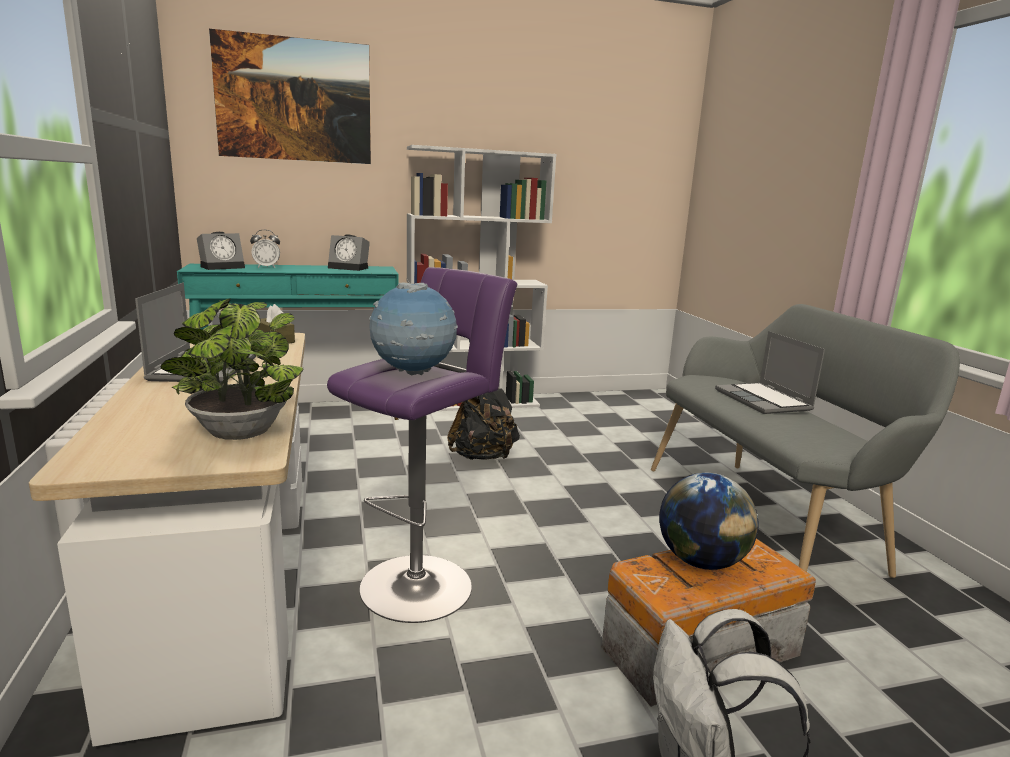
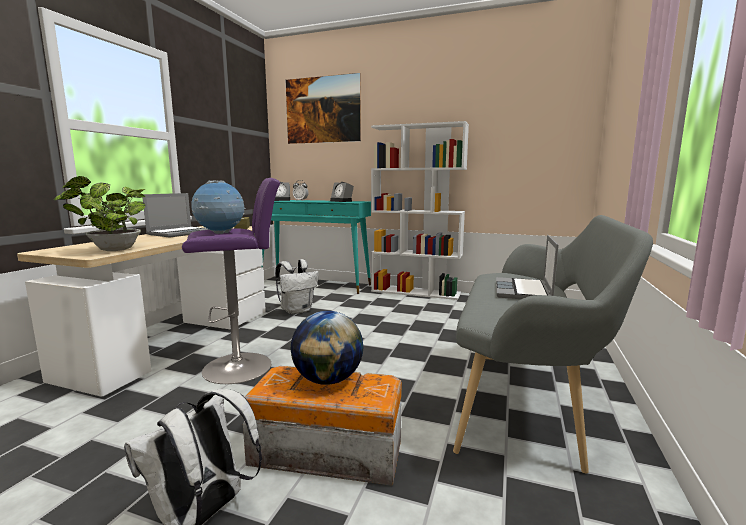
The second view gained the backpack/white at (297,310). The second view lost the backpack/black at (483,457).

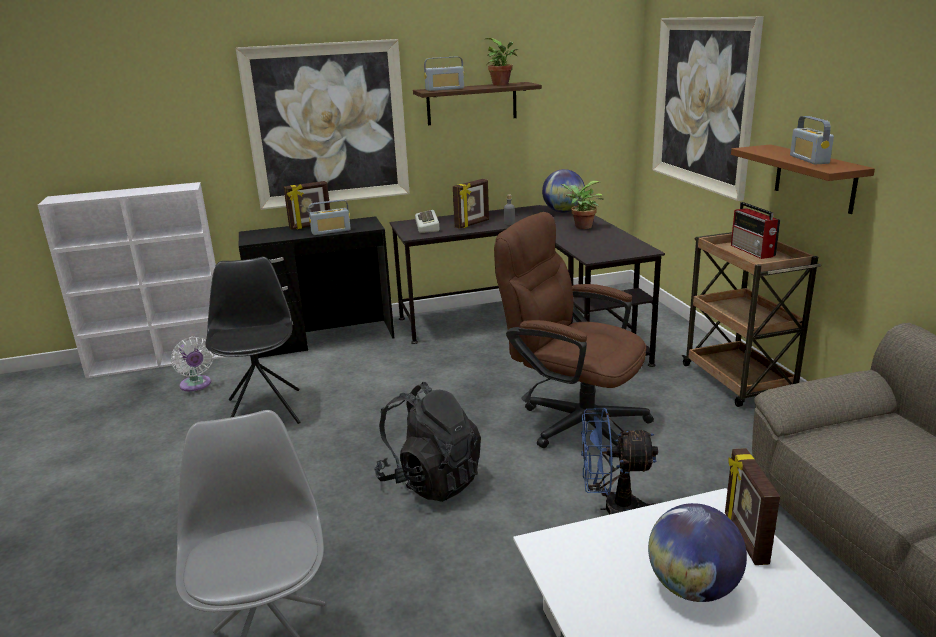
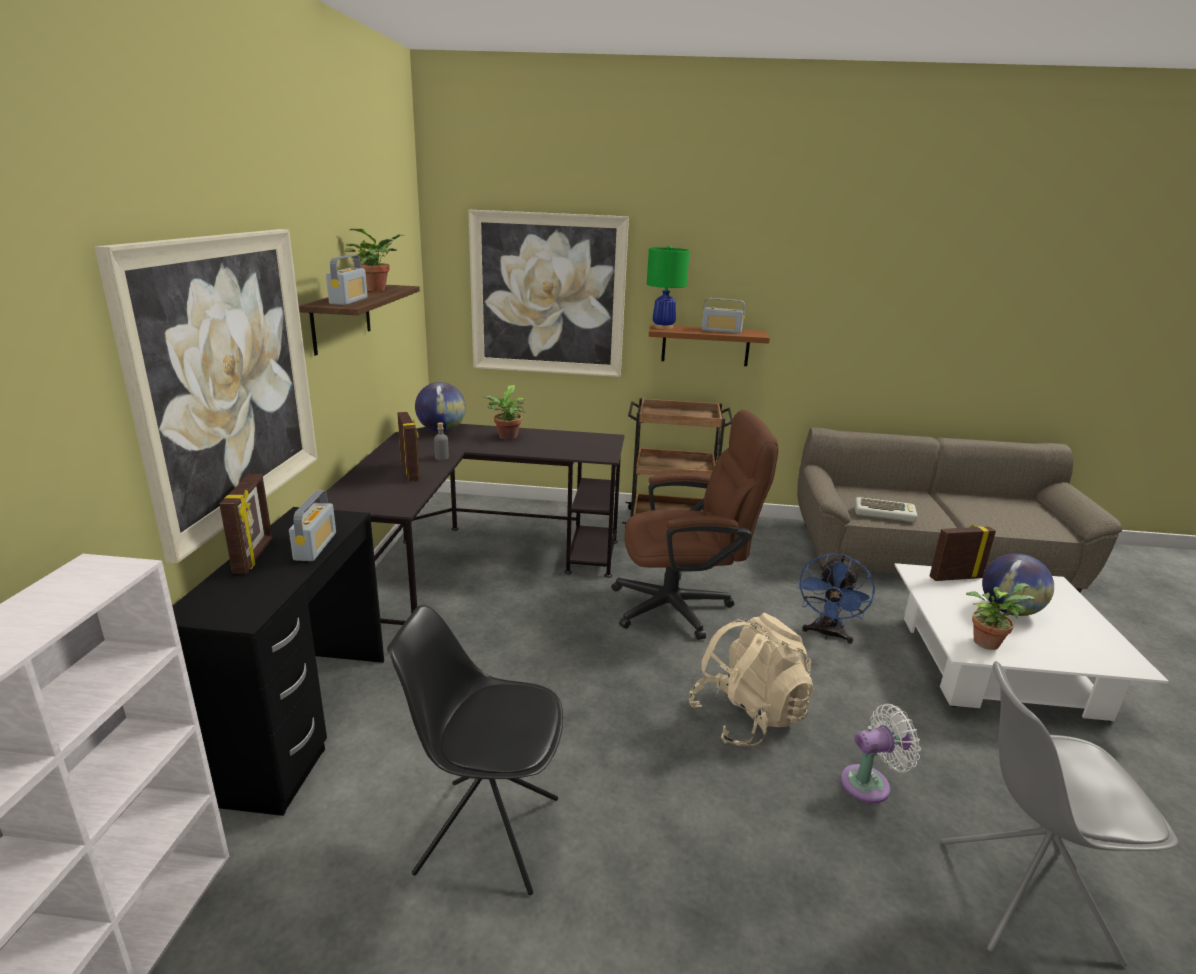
The office chair/brown at (573,420) ended up facing another way, 150 degrees counterclockwise from before. The second view gained the table lamp/green at (663,327). What was the backpack/black at (430,481) turned into the backpack/beige at (748,717). The fan/white ended up elsewhere, having gone from (196,385) to (870,783). The keyboard ended up elsewhere, having gone from (428,226) to (884,514). The picture frame at (744,538) ended up facing another way, 150 degrees clockwise from before. The second view gained the potted plant at (987,641). The second view lost the radio at (753,251).

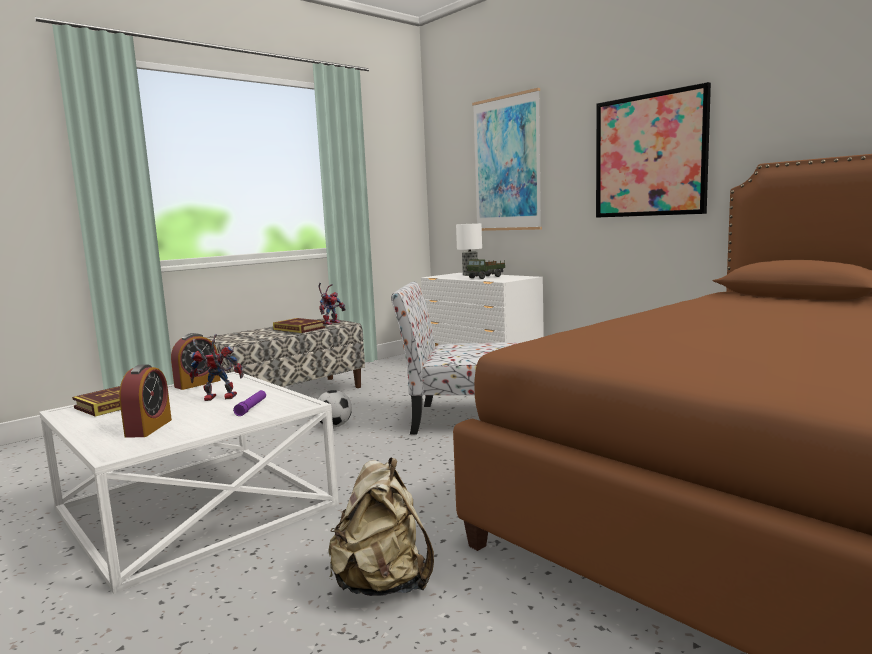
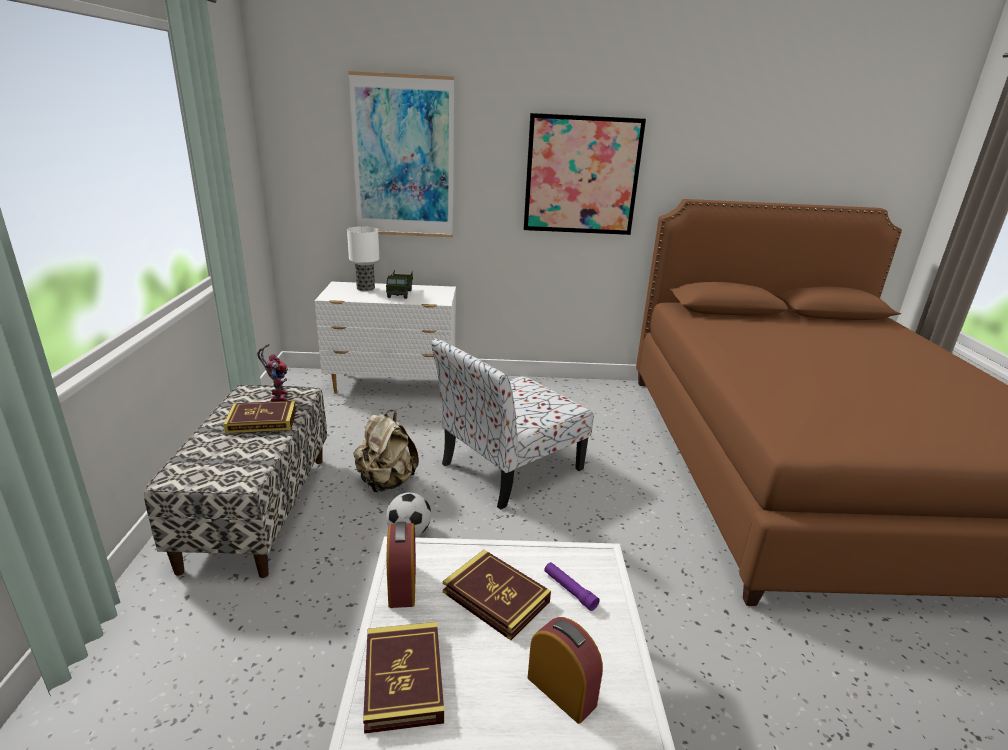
The backpack/beige ended up elsewhere, having gone from (383,584) to (386,482). Where the toy robot stood at (216,398), the book came to stand at (496,597).

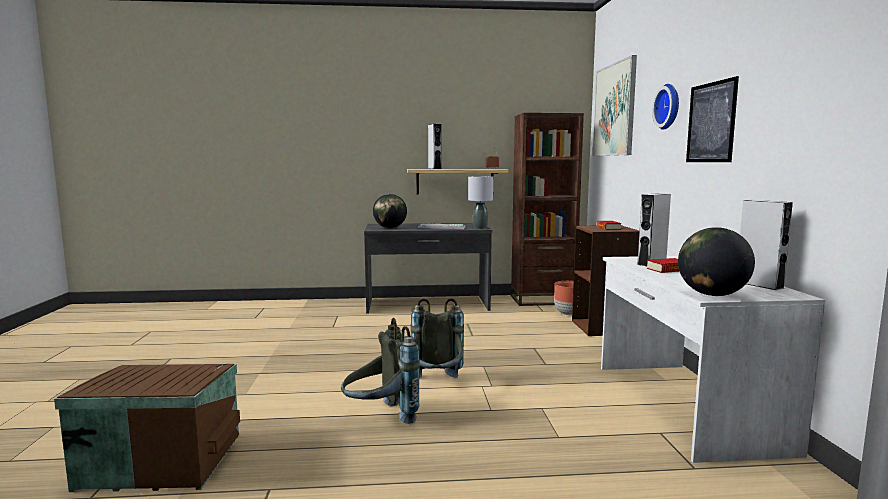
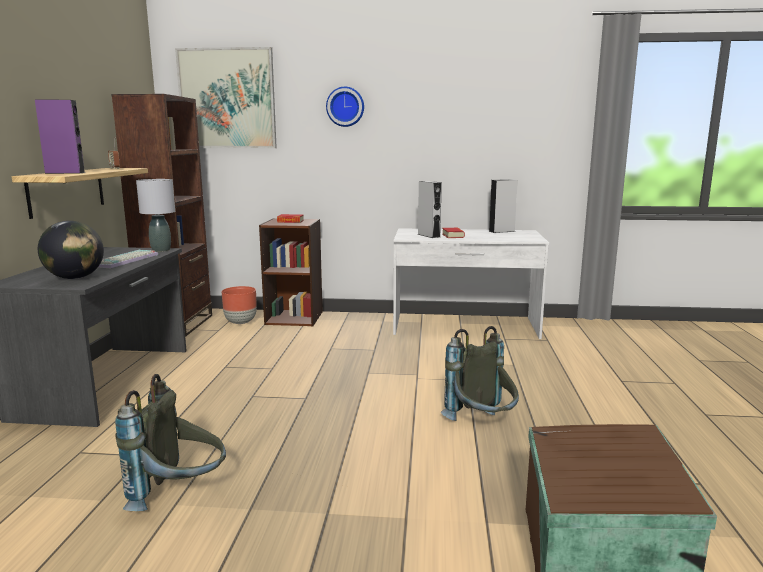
What was the speaker/grey at (434,168) turned into the speaker/purple at (65,173). The backpack/grey ended up elsewhere, having gone from (437,384) to (180,496). The second view lost the globe at (712,295). The second view lost the picture at (711,122).

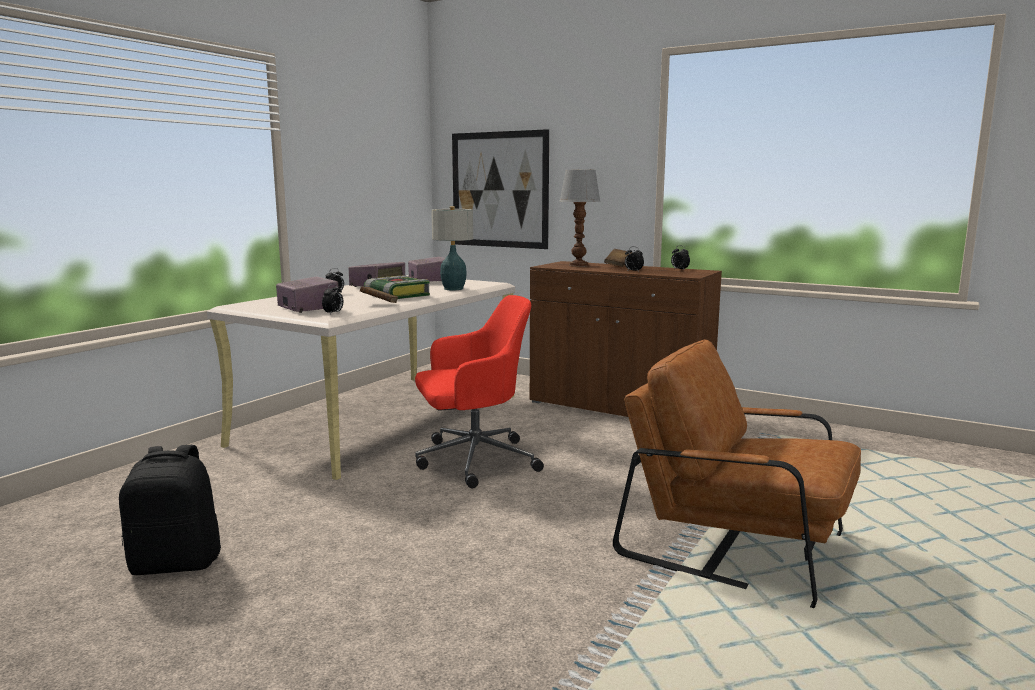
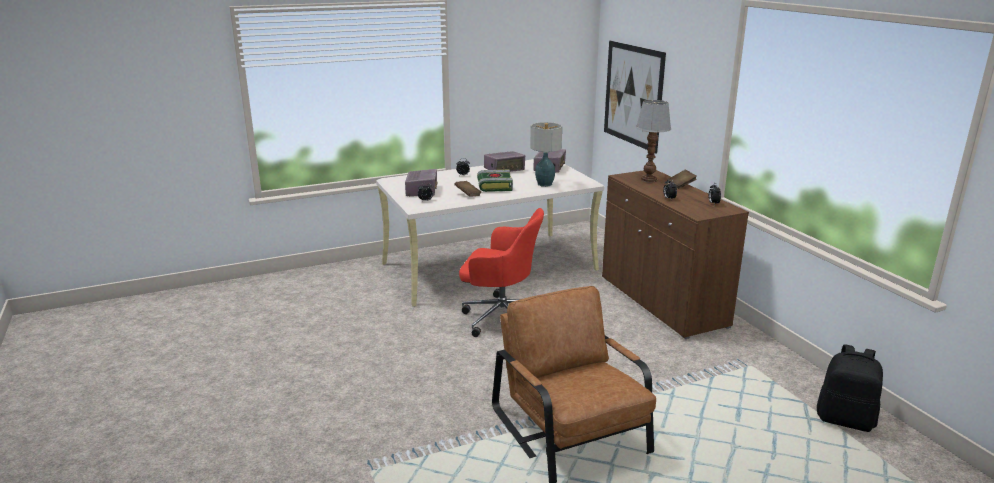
The backpack/black ended up elsewhere, having gone from (177,563) to (845,420).

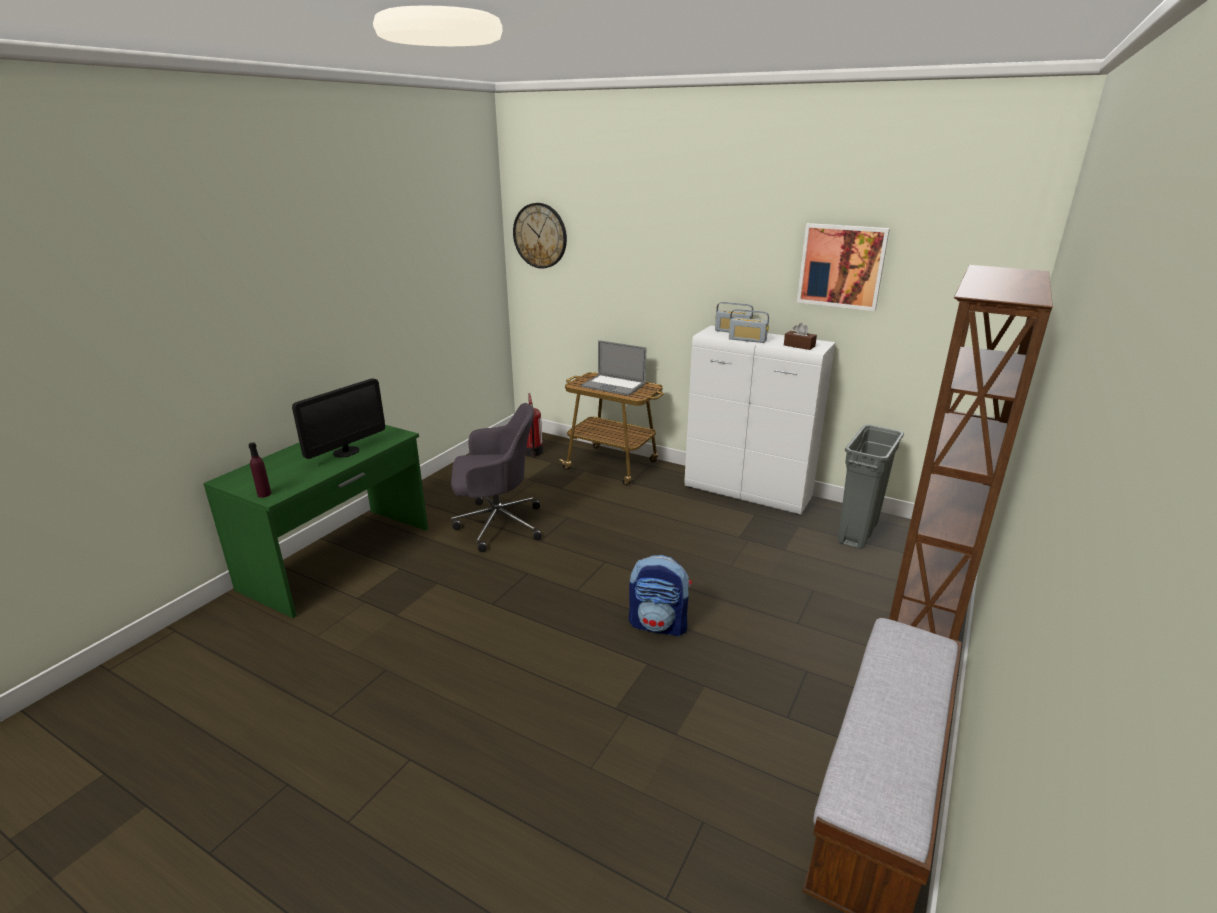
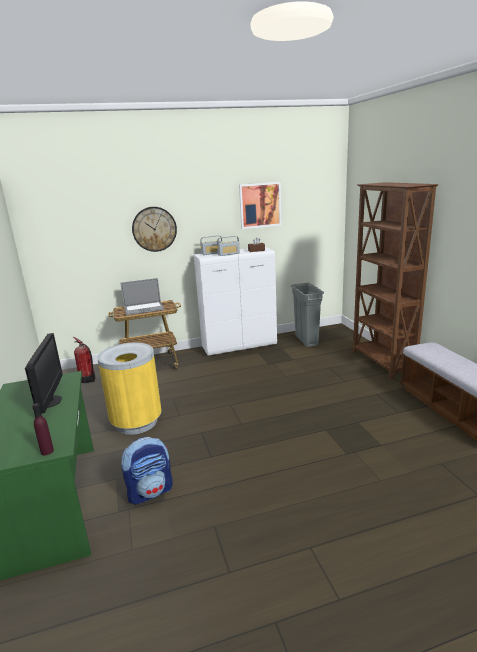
Where the office chair/grey stood at (496,524), the trash can/yellow came to stand at (137,422). The backpack ended up elsewhere, having gone from (659,624) to (150,492). The wall clock ended up elsewhere, having gone from (540,235) to (154,229).

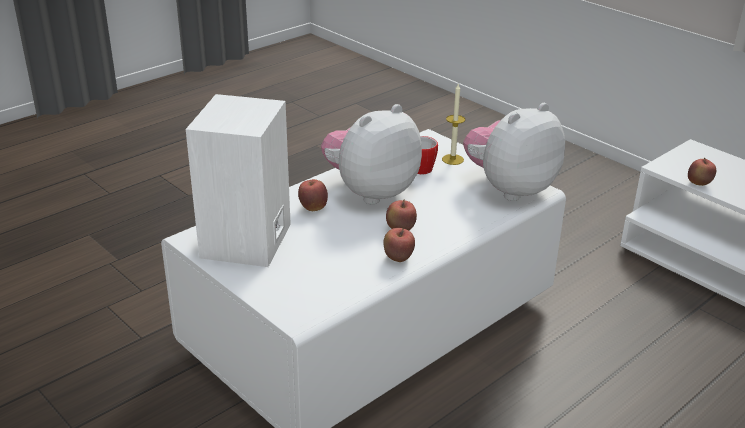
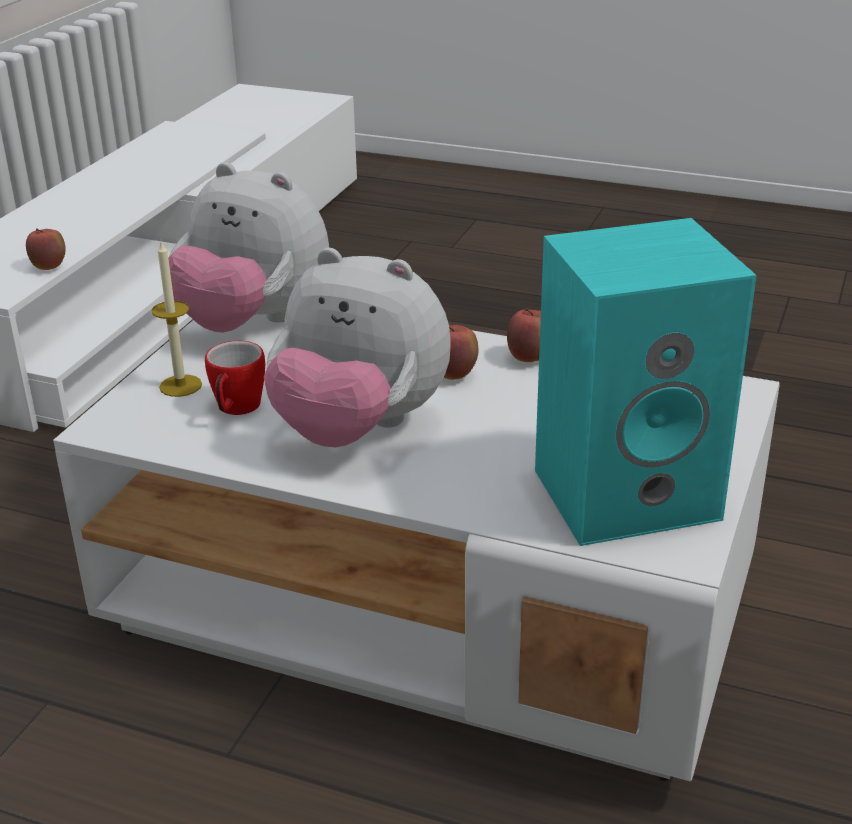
What was the speaker/white at (247,242) turned into the speaker/turquoise at (628,492). The second view lost the apple at (313,208).

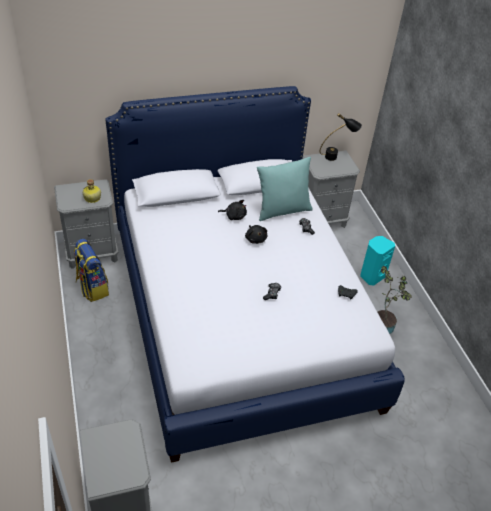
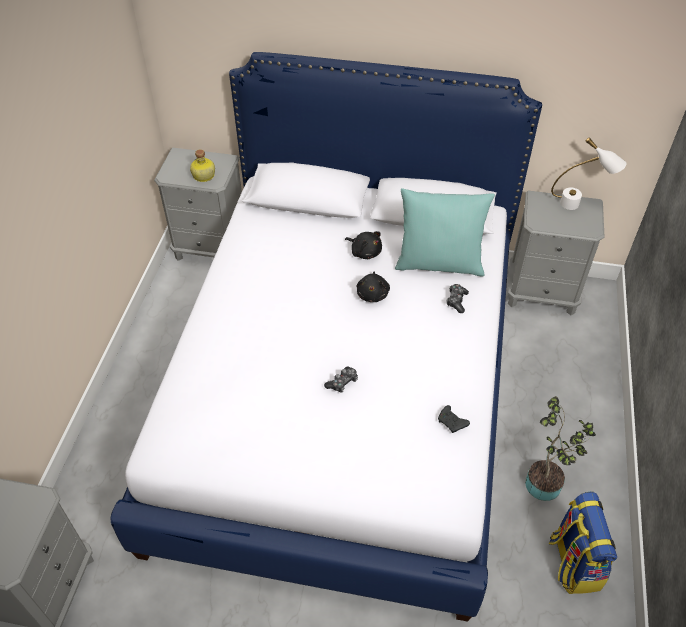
The backpack ended up elsewhere, having gone from (92,287) to (573,562). What was the table lamp/black at (336,156) turned into the table lamp/white at (579,205). The second view lost the speaker/turquoise at (371,276).

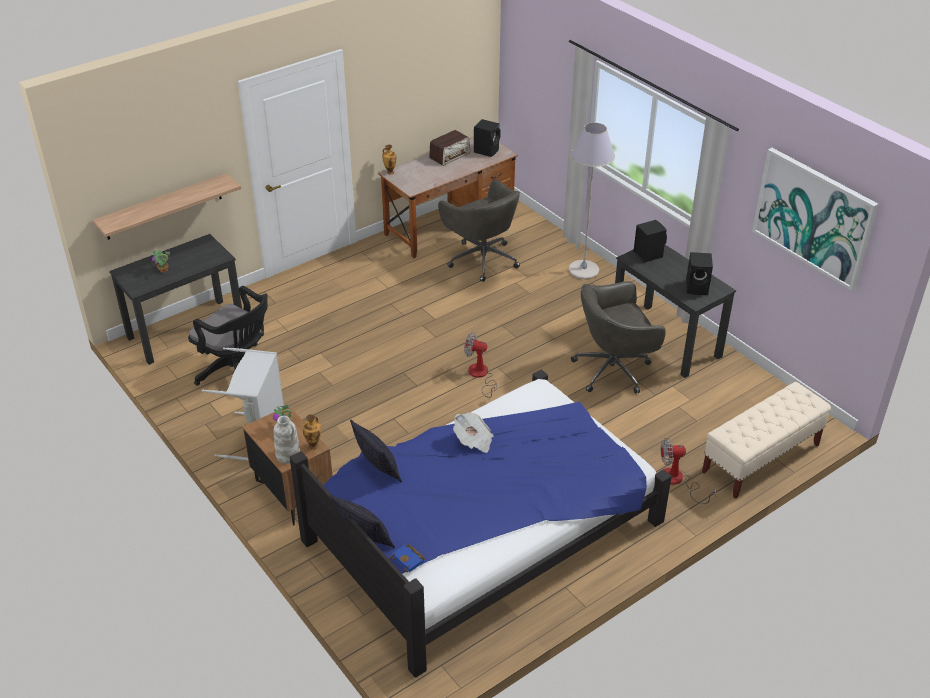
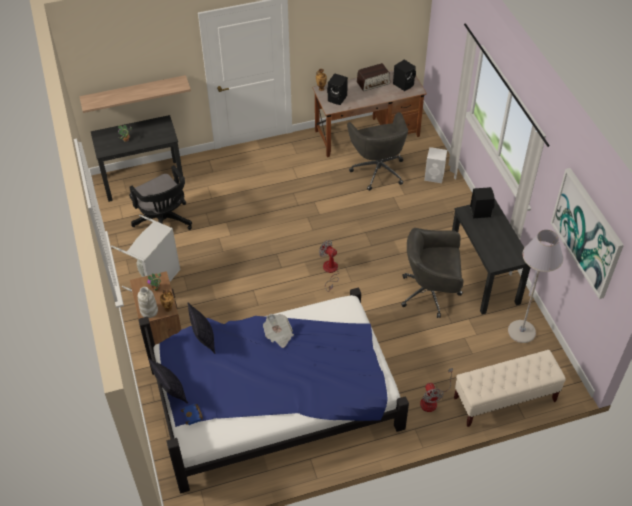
The speaker/black ended up elsewhere, having gone from (698,287) to (337,98). The fan at (678,481) ended up facing another way, 120 degrees counterclockwise from before. The second view gained the speaker/white at (434,176). The floor lamp/grey ended up elsewhere, having gone from (583,270) to (521,332).

